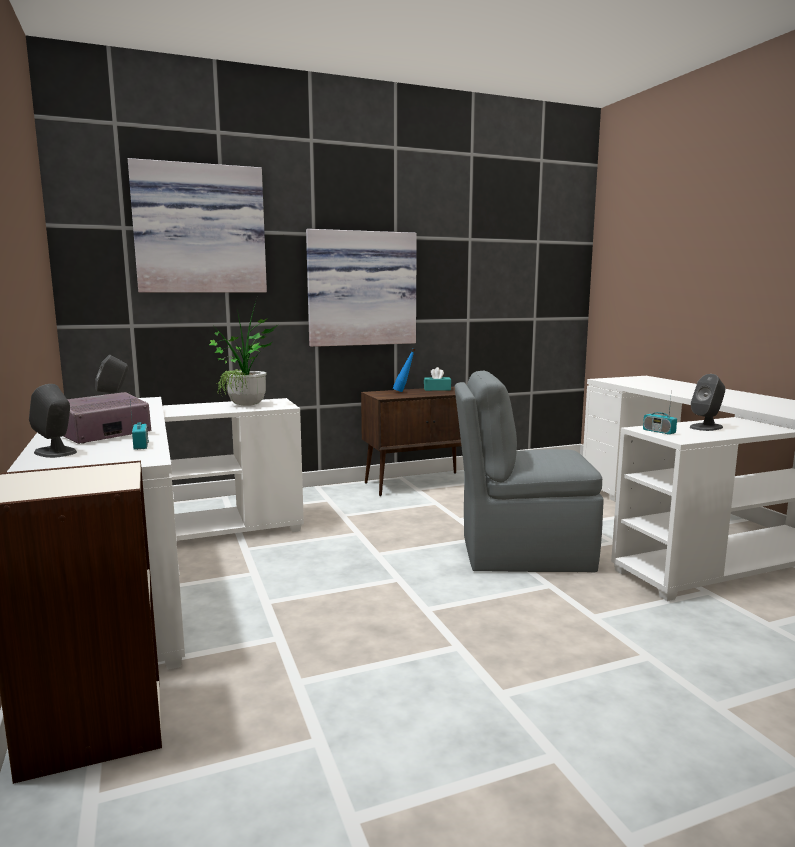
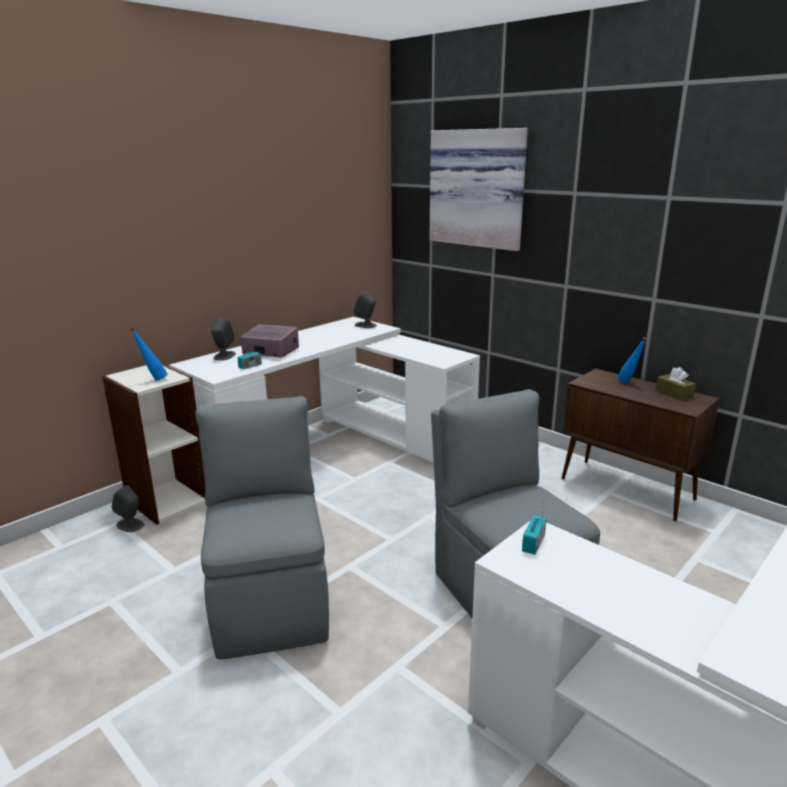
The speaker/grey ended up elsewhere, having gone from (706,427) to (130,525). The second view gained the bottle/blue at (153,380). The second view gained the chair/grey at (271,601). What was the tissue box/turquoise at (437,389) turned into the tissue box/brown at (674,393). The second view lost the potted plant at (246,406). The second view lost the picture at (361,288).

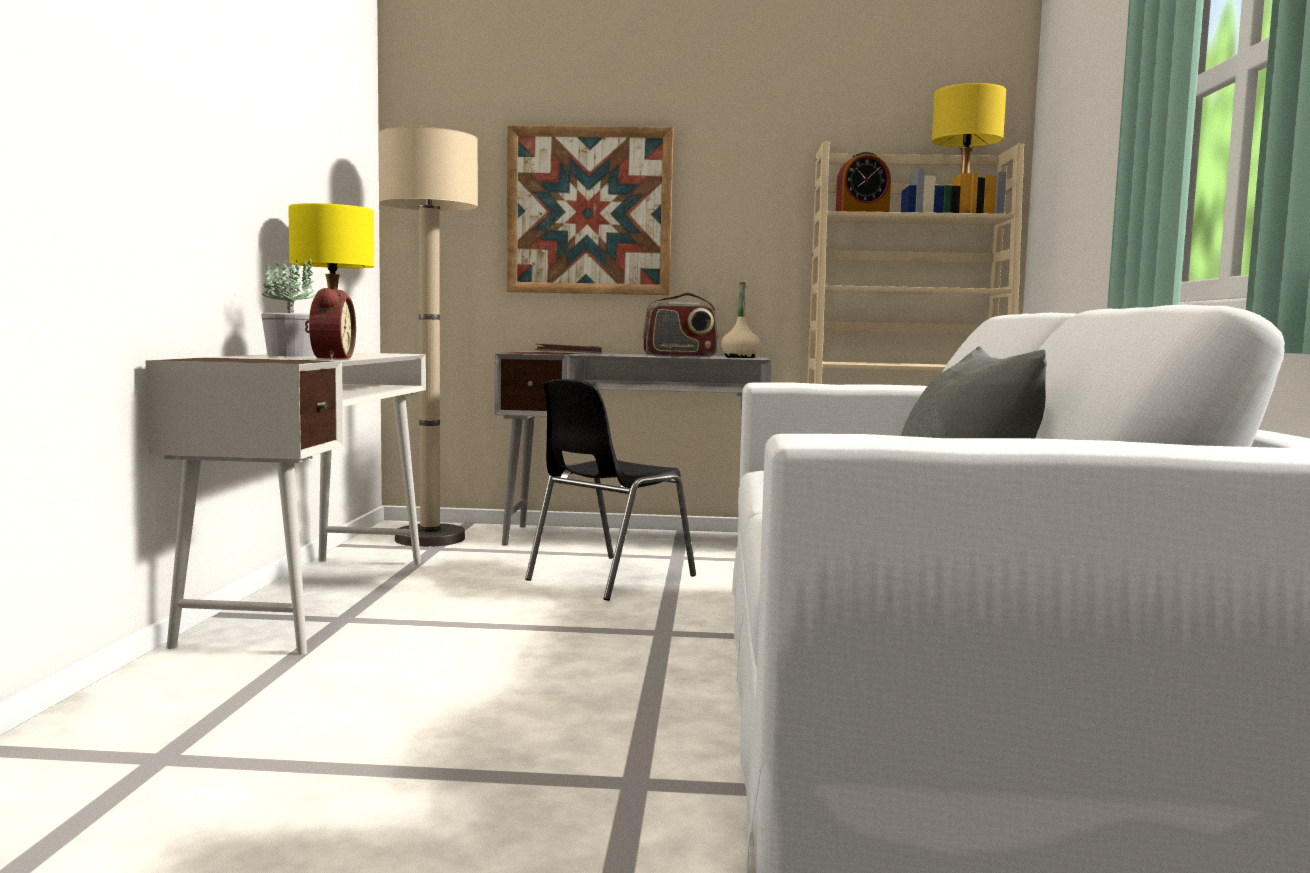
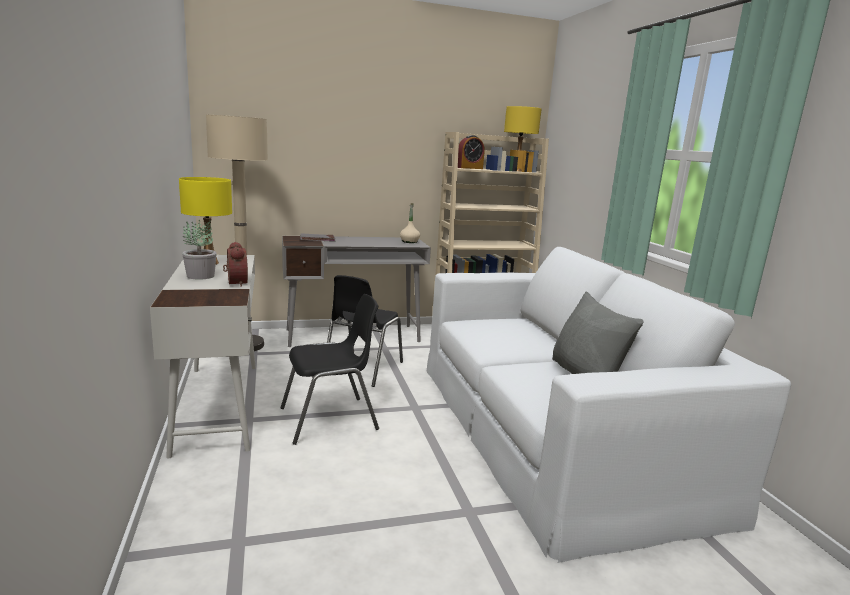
The second view gained the chair/black at (330,419). The second view lost the picture at (589,211). The second view lost the radio at (680,356).

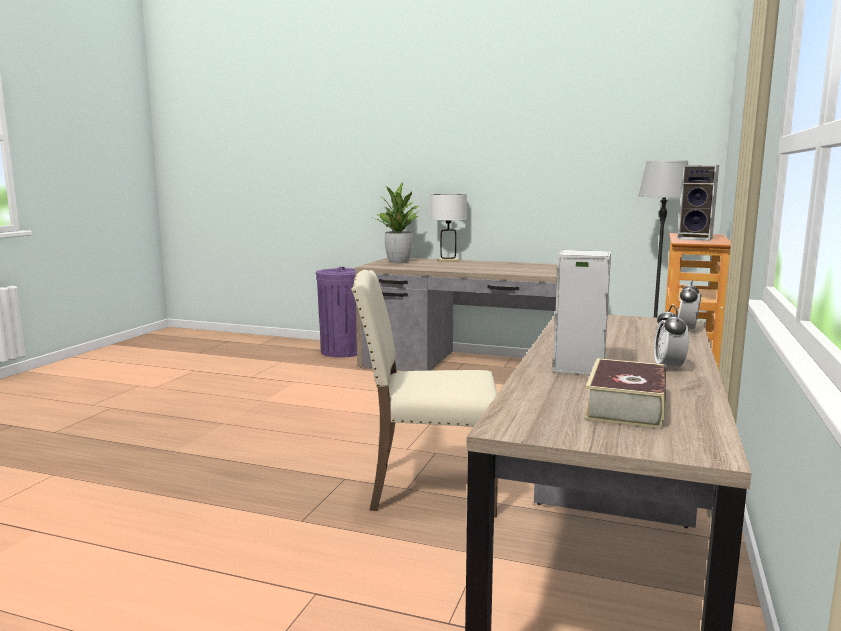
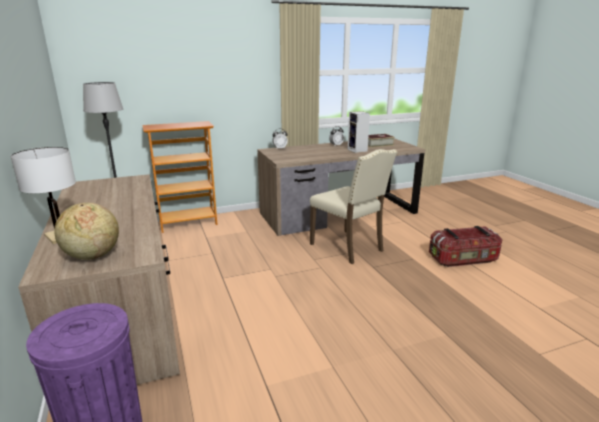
Where the potted plant stood at (398,262), the globe came to stand at (92,256). The second view gained the storage box at (463,259). The second view lost the speaker at (696,238).

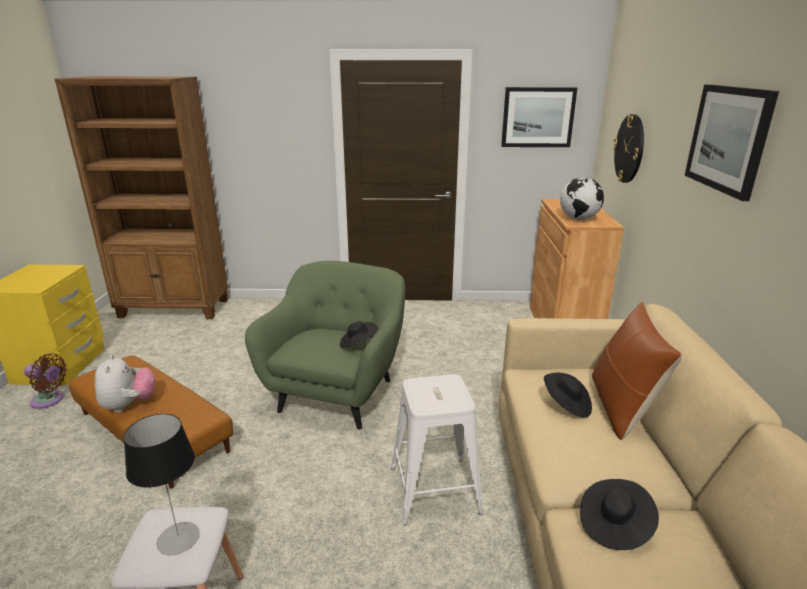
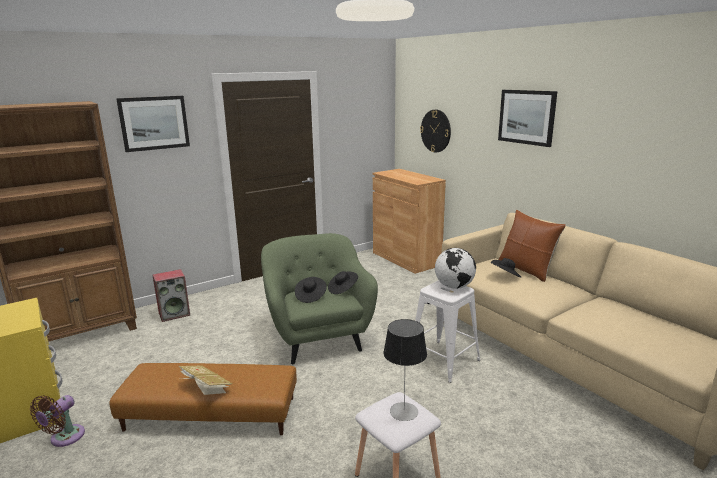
The fan/brown at (49,400) ended up facing another way, 135 degrees clockwise from before. The picture ended up elsewhere, having gone from (538,117) to (154,123). The second view gained the speaker at (174,314). Where the plush toy stood at (129,405), the book came to stand at (205,389). The hat/black ended up elsewhere, having gone from (614,525) to (310,296). The globe ended up elsewhere, having gone from (578,219) to (454,286).

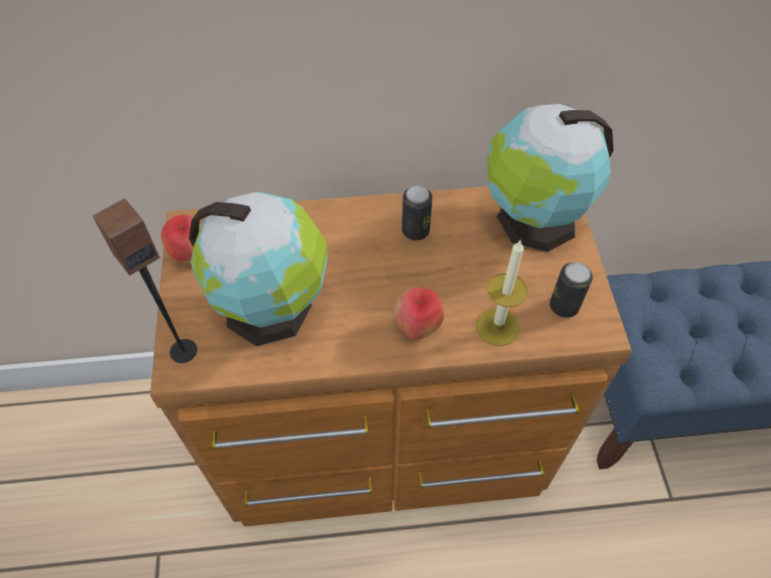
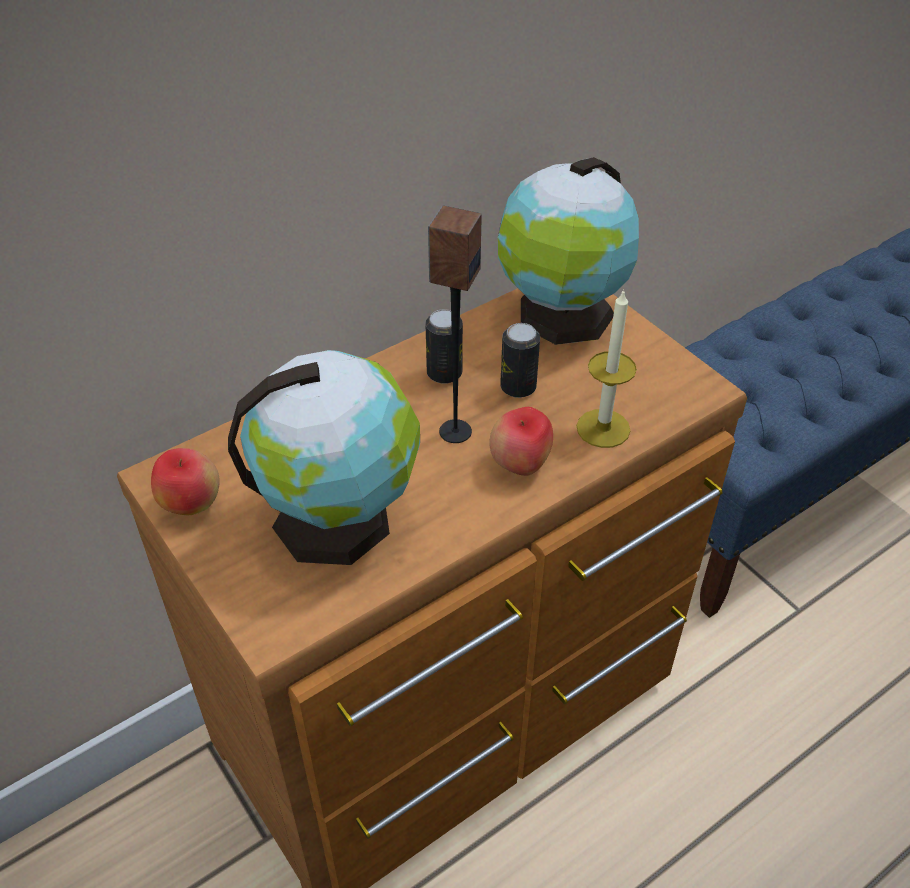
The speaker ended up elsewhere, having gone from (183,350) to (454,431). The can ended up elsewhere, having gone from (564,306) to (518,387).

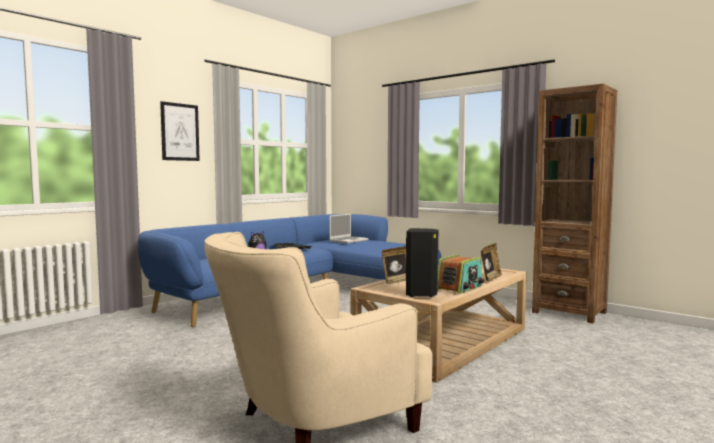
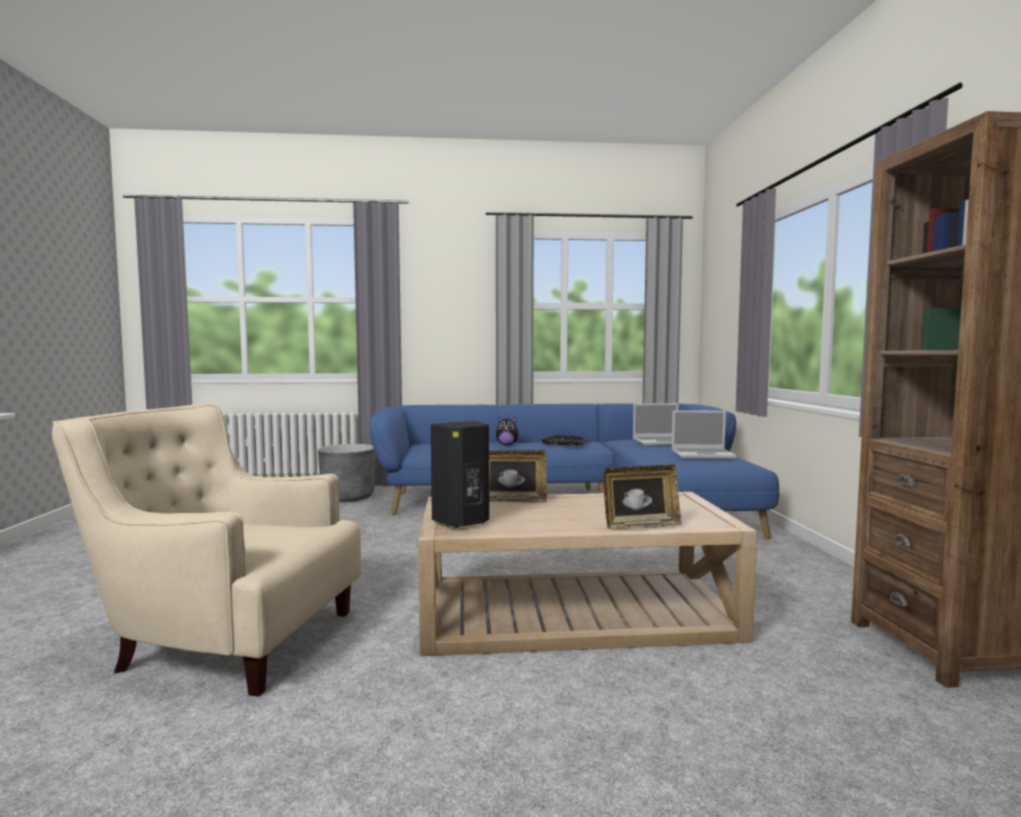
The second view gained the planter/grey at (348,497). The second view gained the laptop at (703,455). The second view lost the picture at (180,132). The second view lost the radio at (460,287).

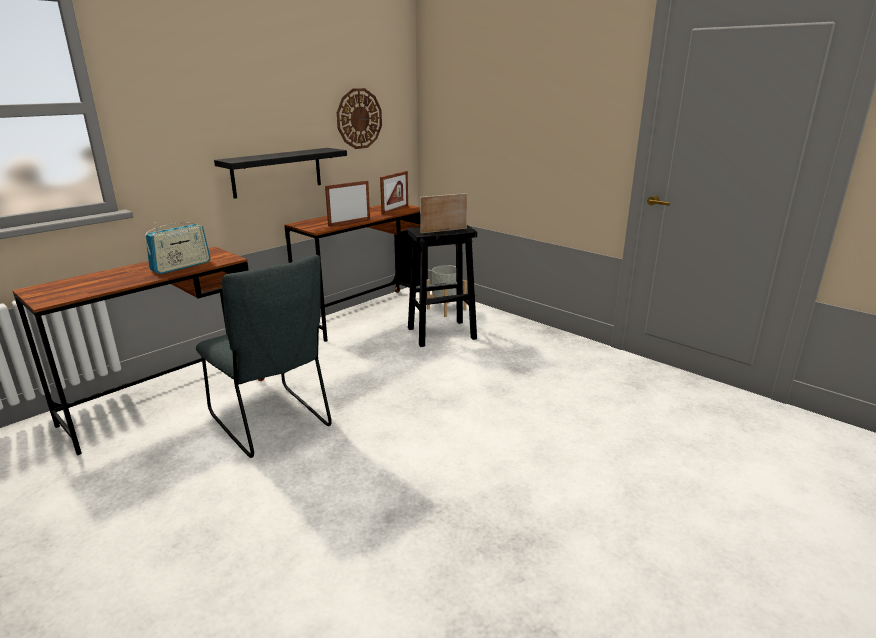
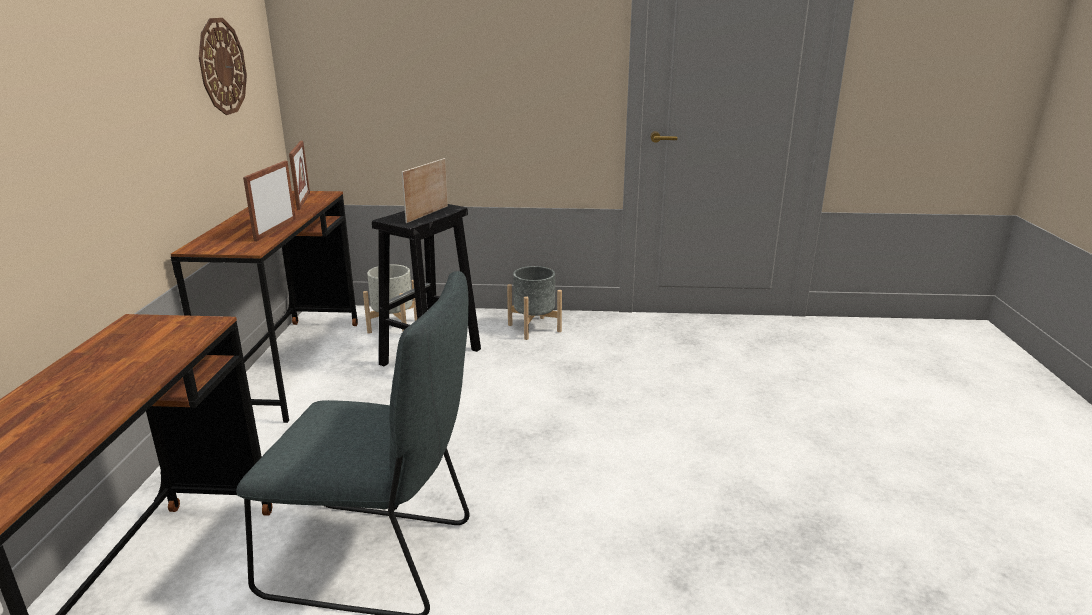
The second view gained the planter/grey at (534,328). The second view lost the radio at (181,266). The second view lost the shelf/black at (277,172).

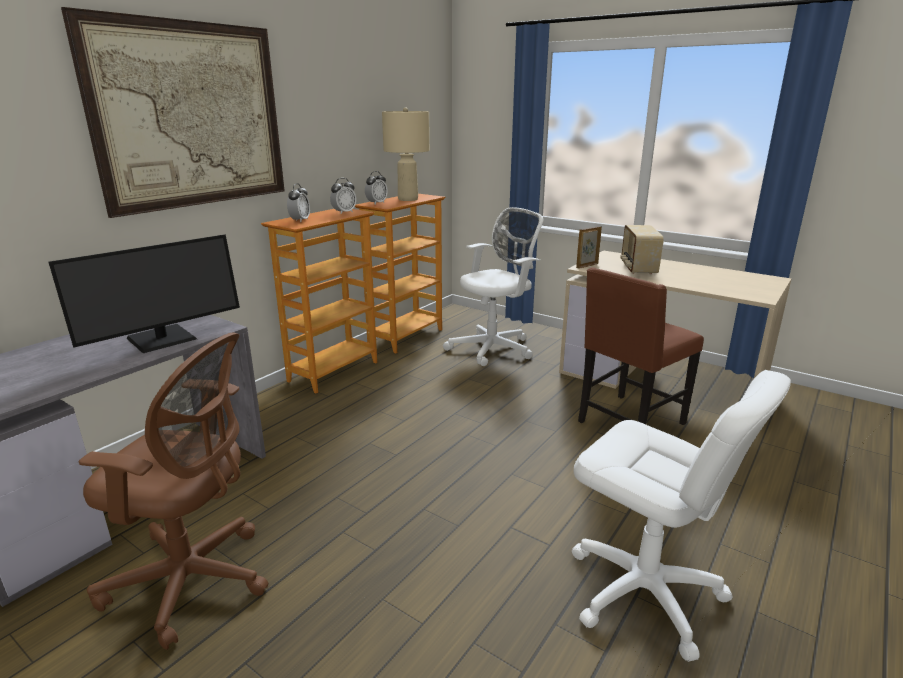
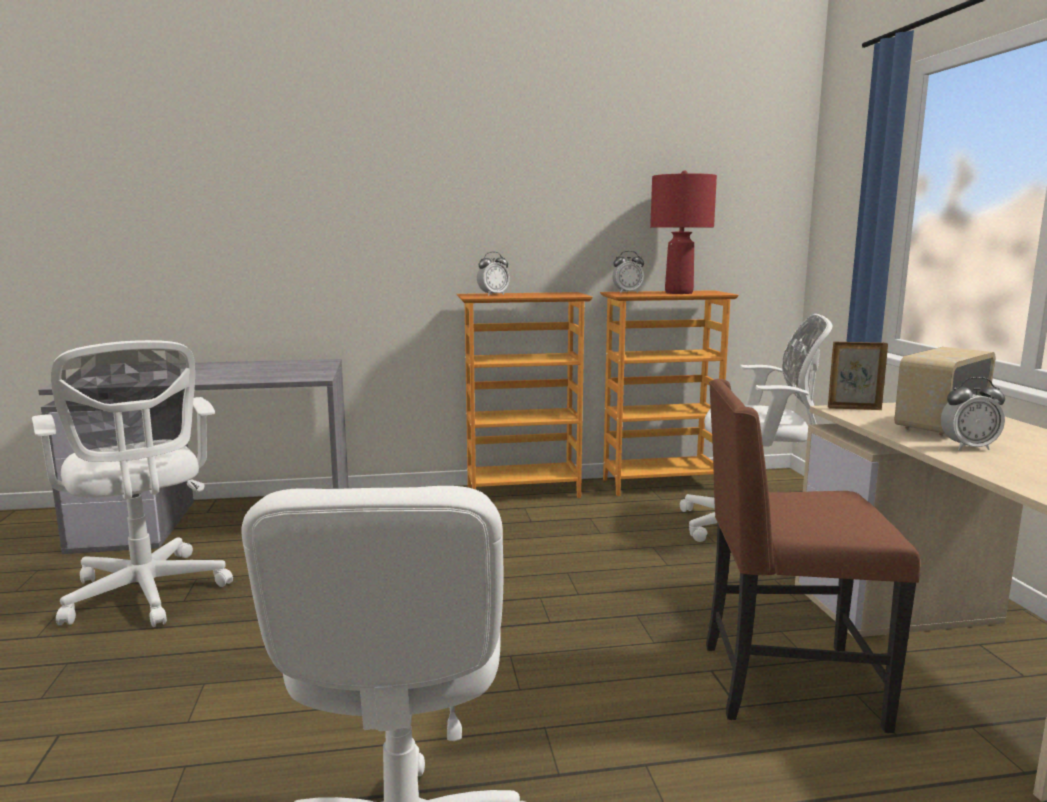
What was the office chair/brown at (194,581) turned into the office chair/white at (146,595). What was the table lamp/beige at (408,199) turned into the table lamp/red at (678,293). The alarm clock ended up elsewhere, having gone from (344,212) to (968,447). The second view lost the monitor at (162,339). The second view lost the picture at (192,116).

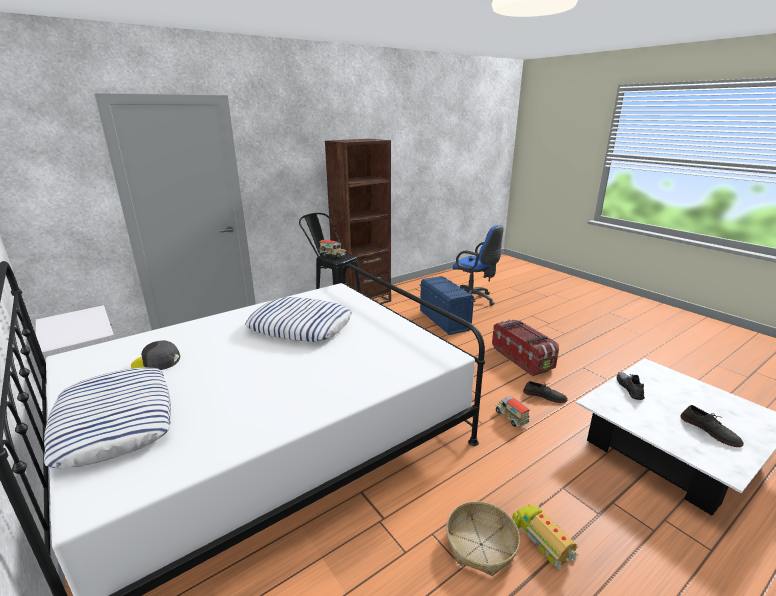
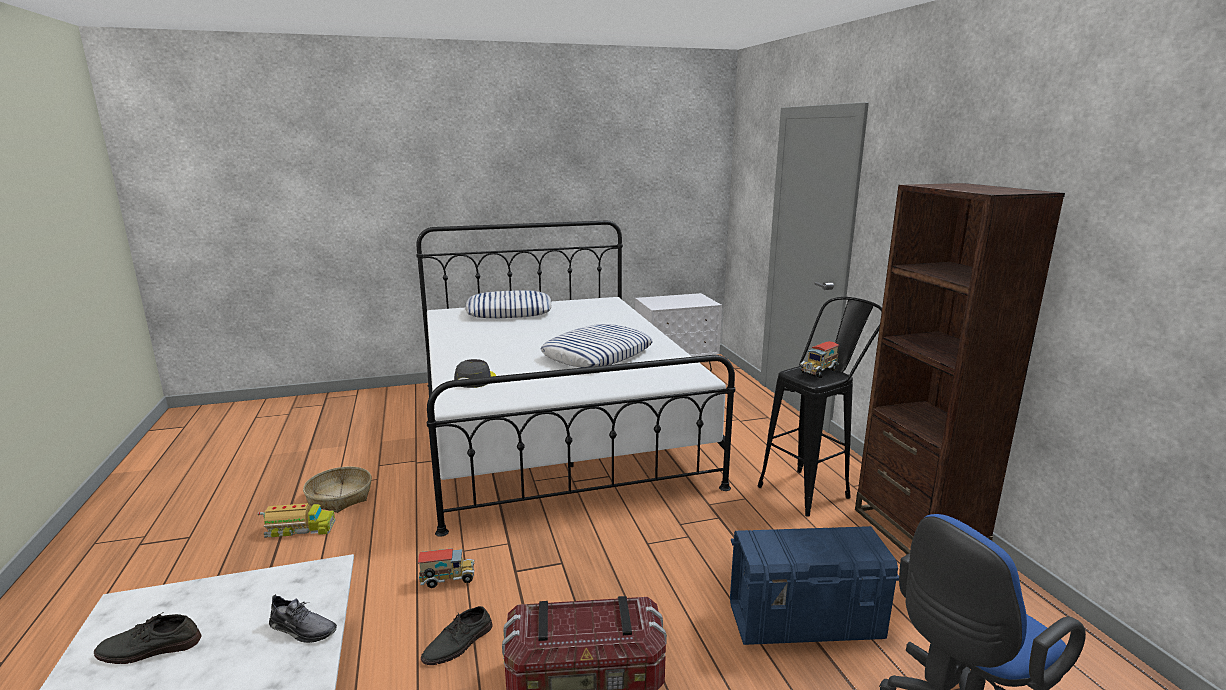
The cap/grey ended up elsewhere, having gone from (156,362) to (475,379).

